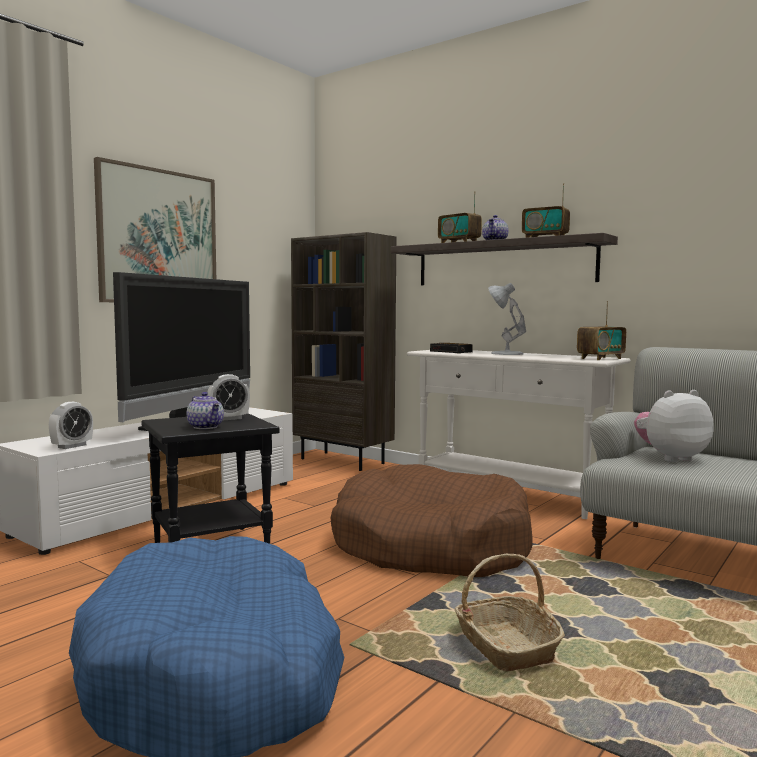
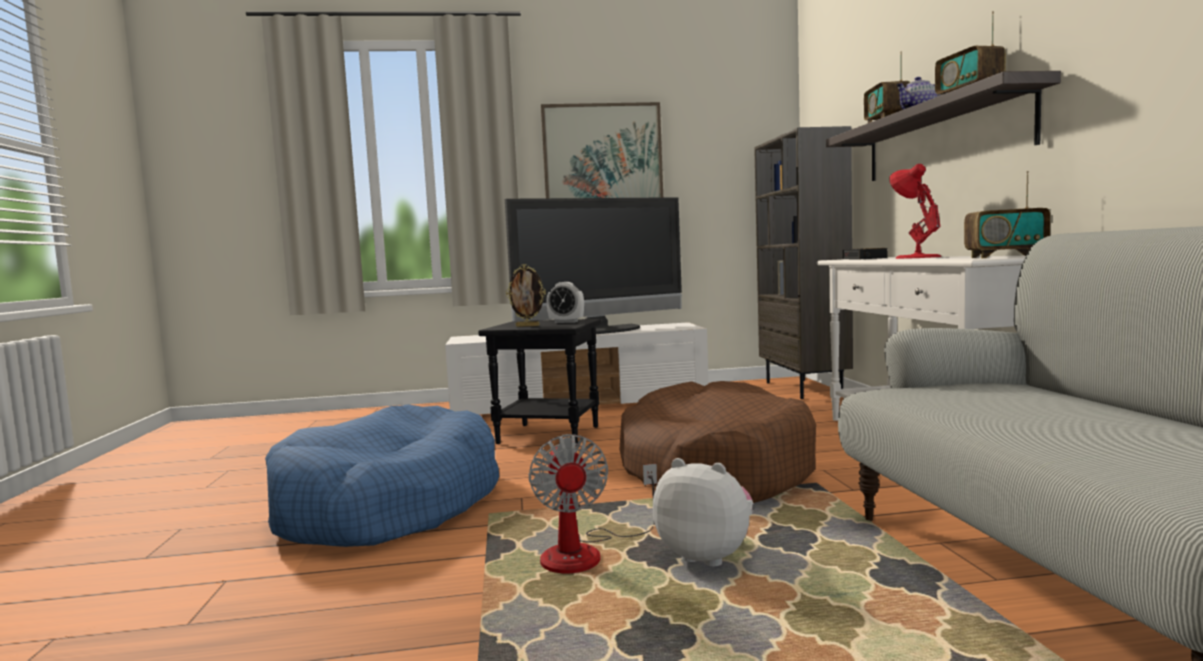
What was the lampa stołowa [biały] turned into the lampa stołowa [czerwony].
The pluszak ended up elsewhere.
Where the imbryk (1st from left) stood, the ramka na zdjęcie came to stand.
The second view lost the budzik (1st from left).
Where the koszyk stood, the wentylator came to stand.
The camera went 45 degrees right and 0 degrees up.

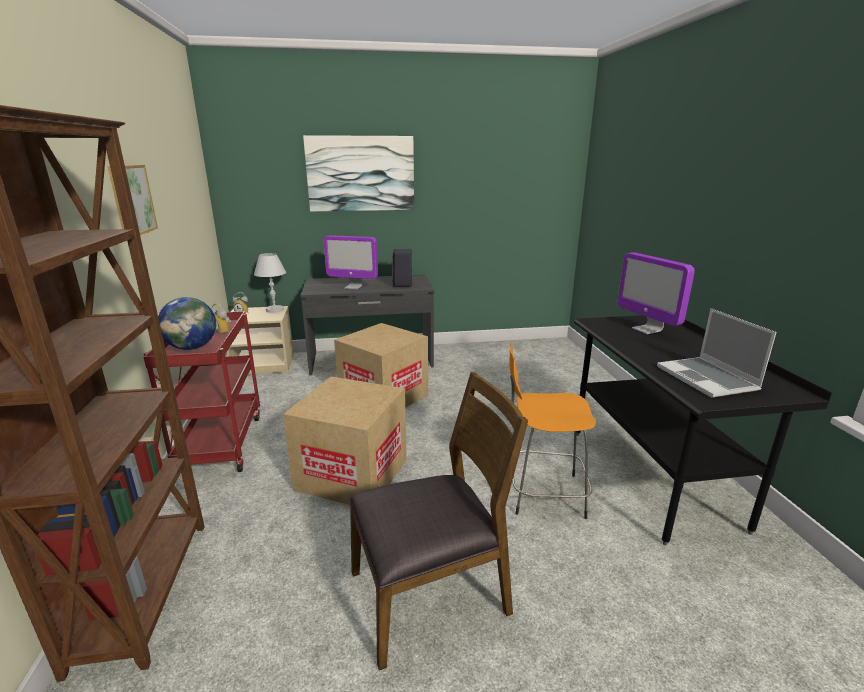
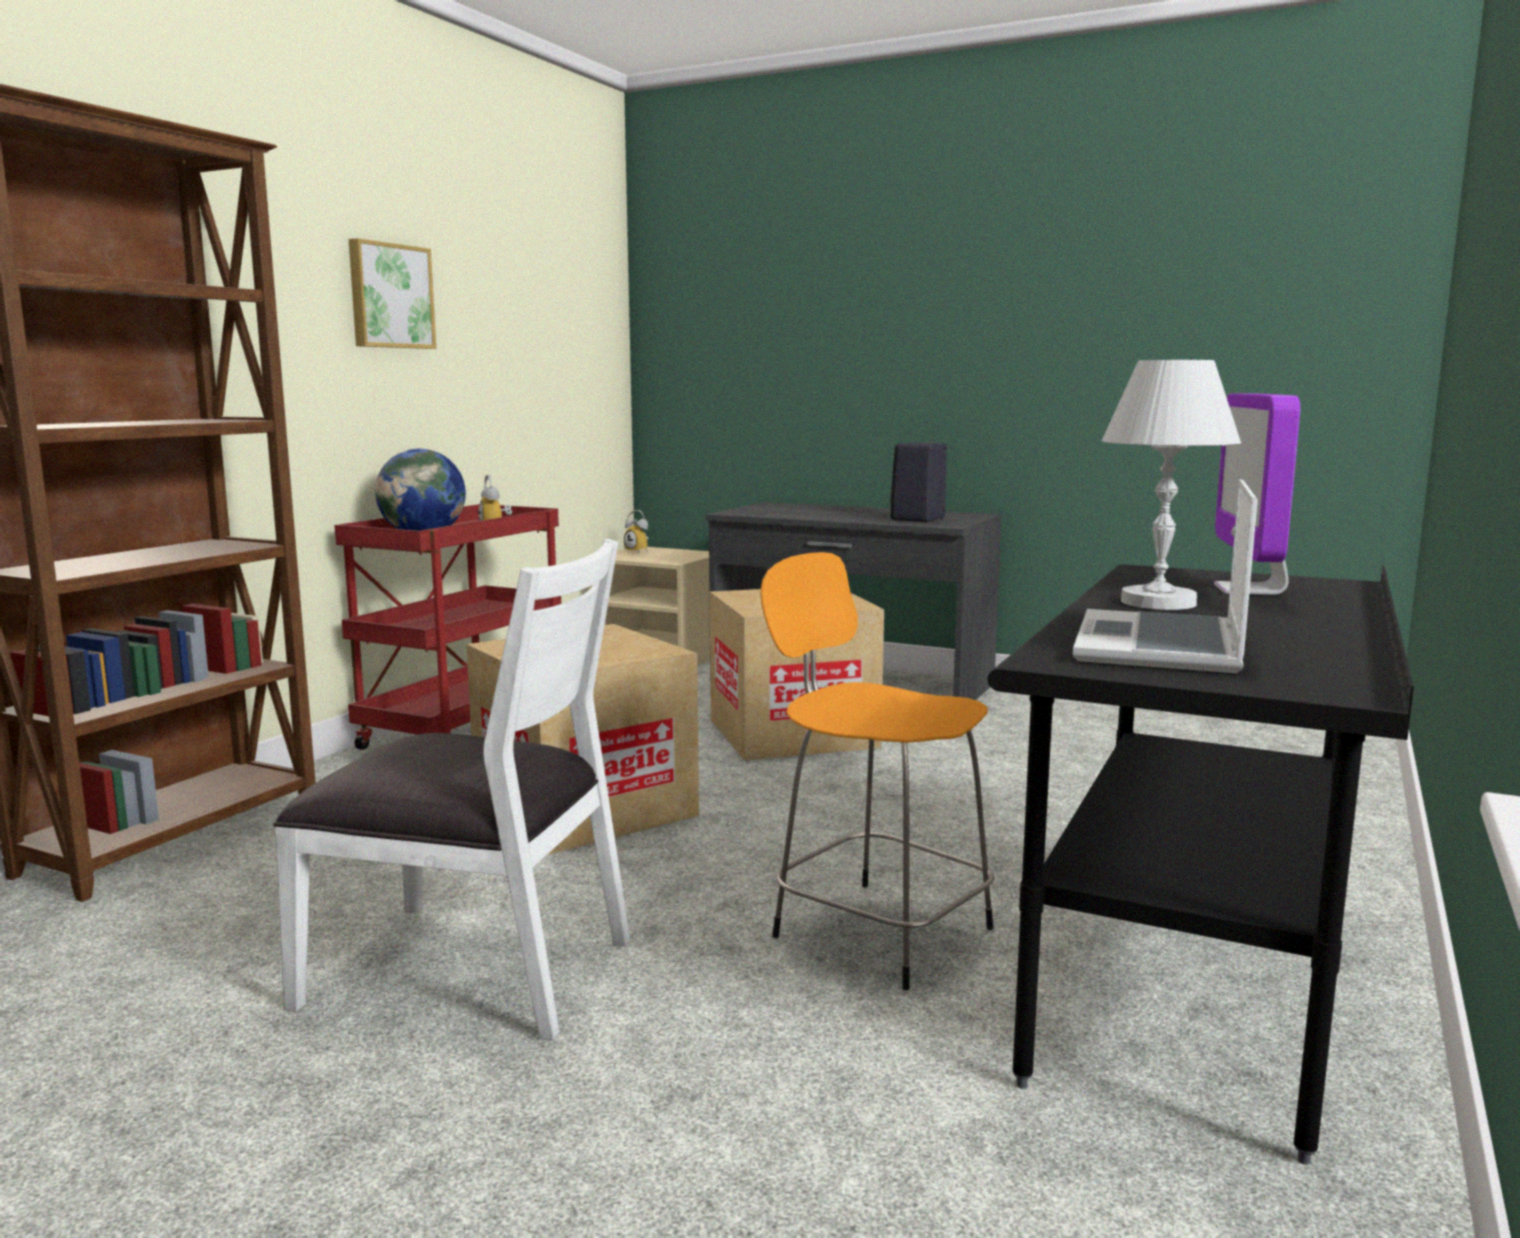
The second view lost the obraz (2nd from left).
The second view lost the monitor (1st from left).
The lampa stołowa [biały] ended up elsewhere.
What was the krzesło [brązowy] turned into the krzesło [biały].
The camera went 35 degrees right and 10 degrees down.

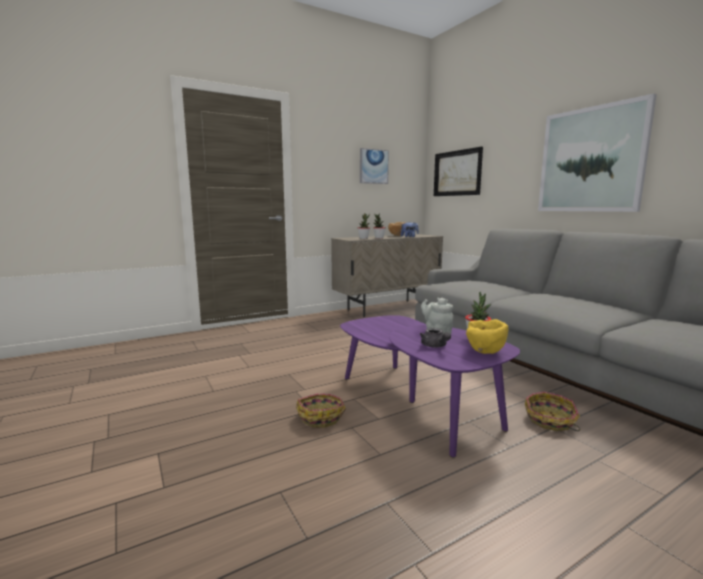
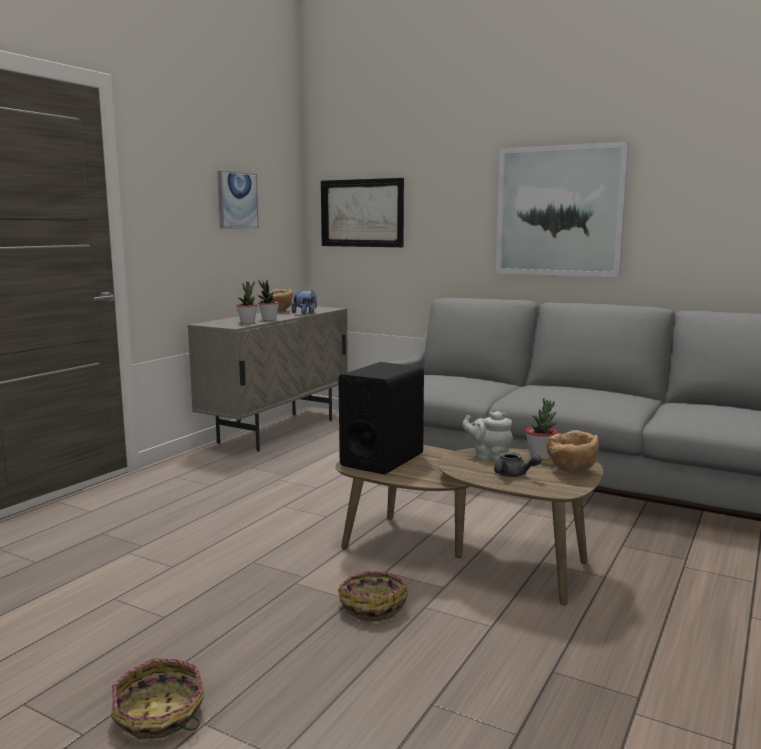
What was the ława [fioletowy] turned into the ława [brązowy].
What was the miska [żółty] turned into the miska [brązowy] (2nd from left).
The koszyk (2nd from left in the first image) ended up elsewhere.
The second view gained the głośnik [czarny].
The camera went 30 degrees left and 0 degrees up.

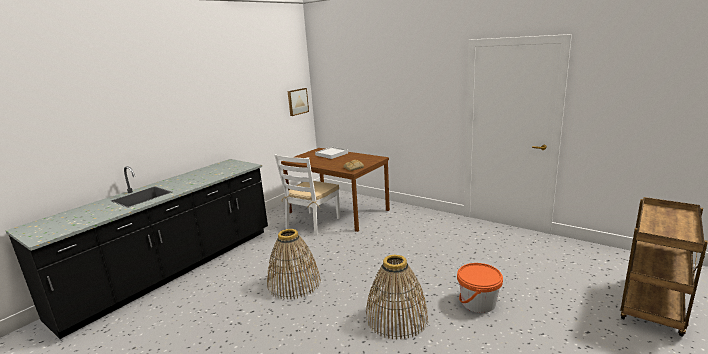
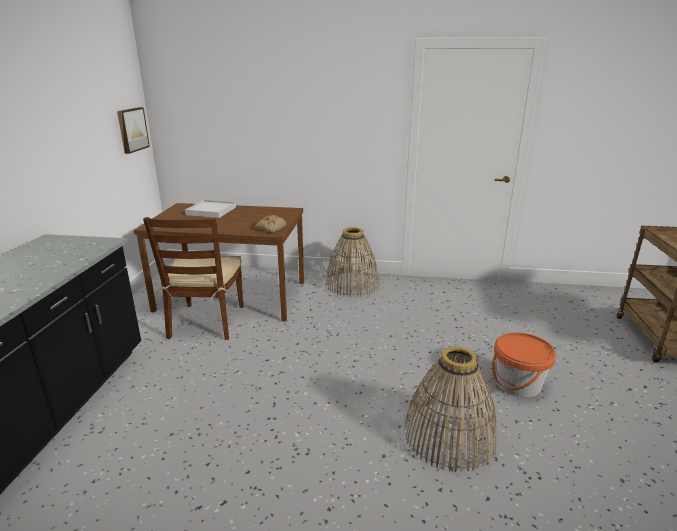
What was the krzesło [biały] turned into the krzesło [brązowy].
The koszyk (1st from left) ended up elsewhere.
The camera went 30 degrees left and 5 degrees up.

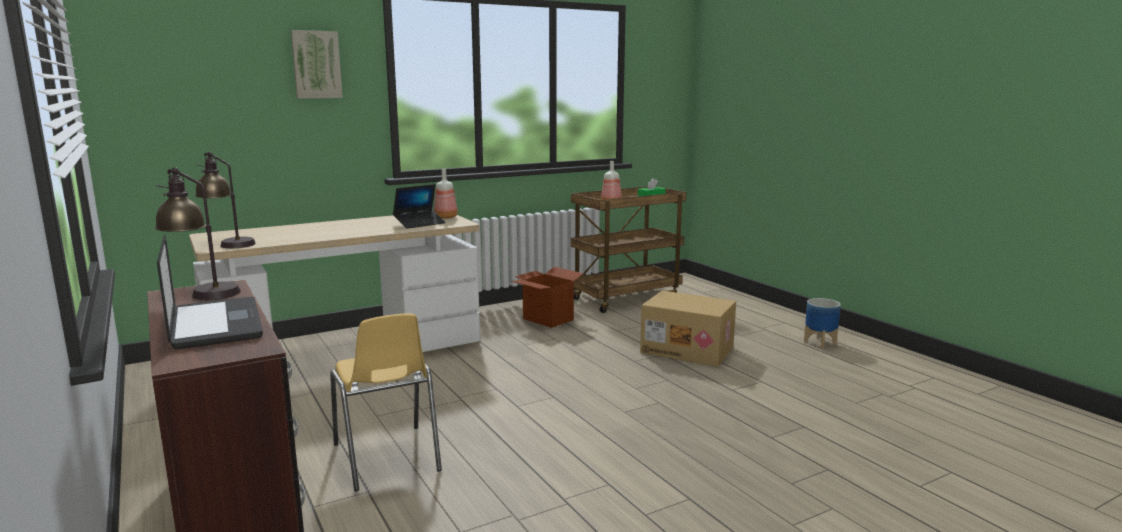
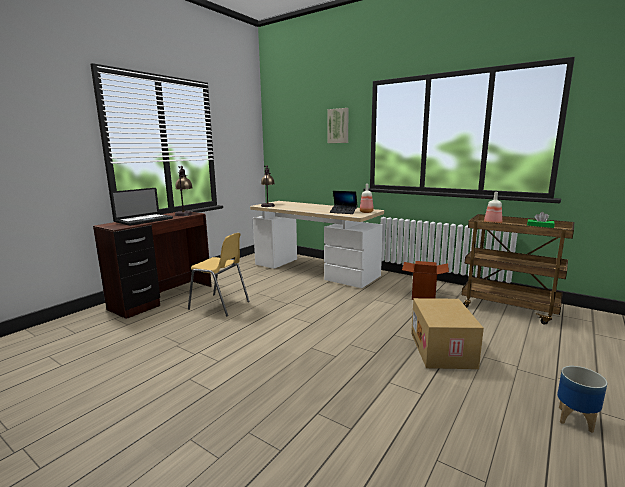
The krzesło [żółty] ended up facing another way, 105 degrees counterclockwise from before.
The camera went 65 degrees right and 0 degrees up.

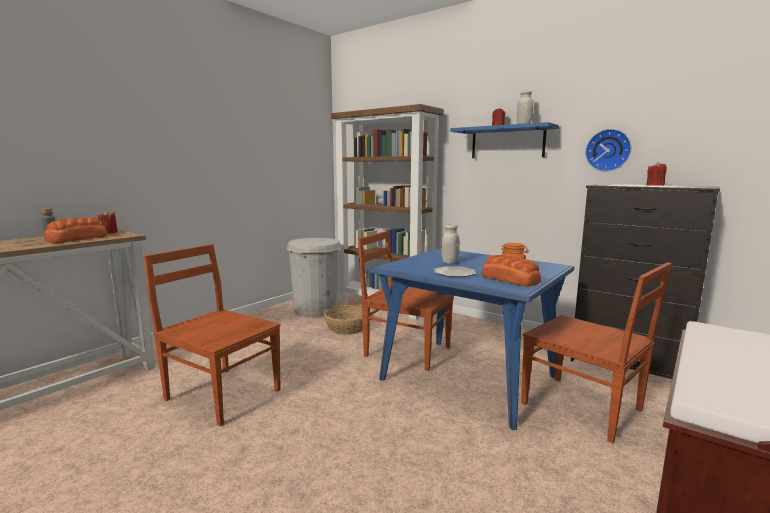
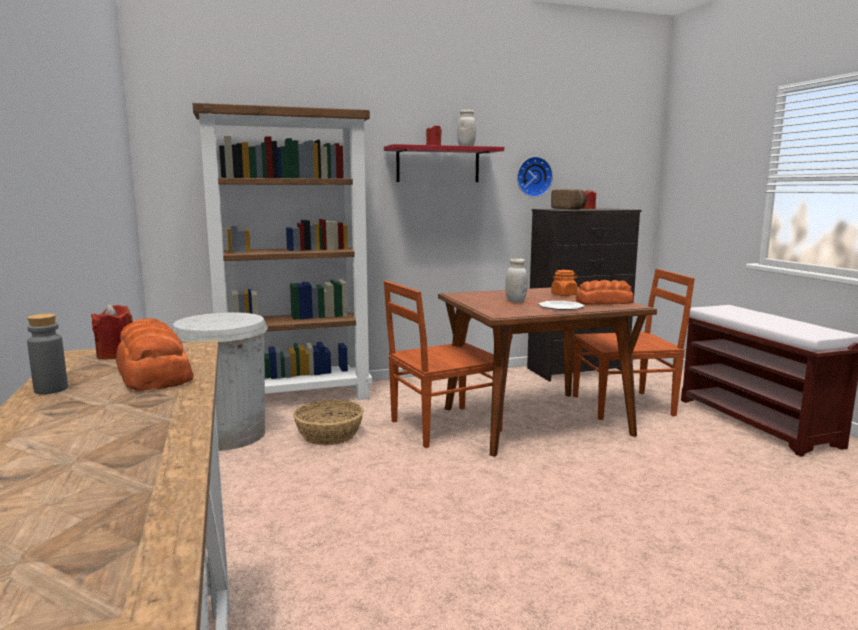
What was the półka [niebieski] turned into the półka [czerwony].
The second view lost the krzesło [brązowy] (1st from left).
What was the stół jadalny [niebieski] turned into the stół jadalny [brązowy].
The second view gained the chleb (2nd from left).
The camera went 55 degrees left and 0 degrees up.

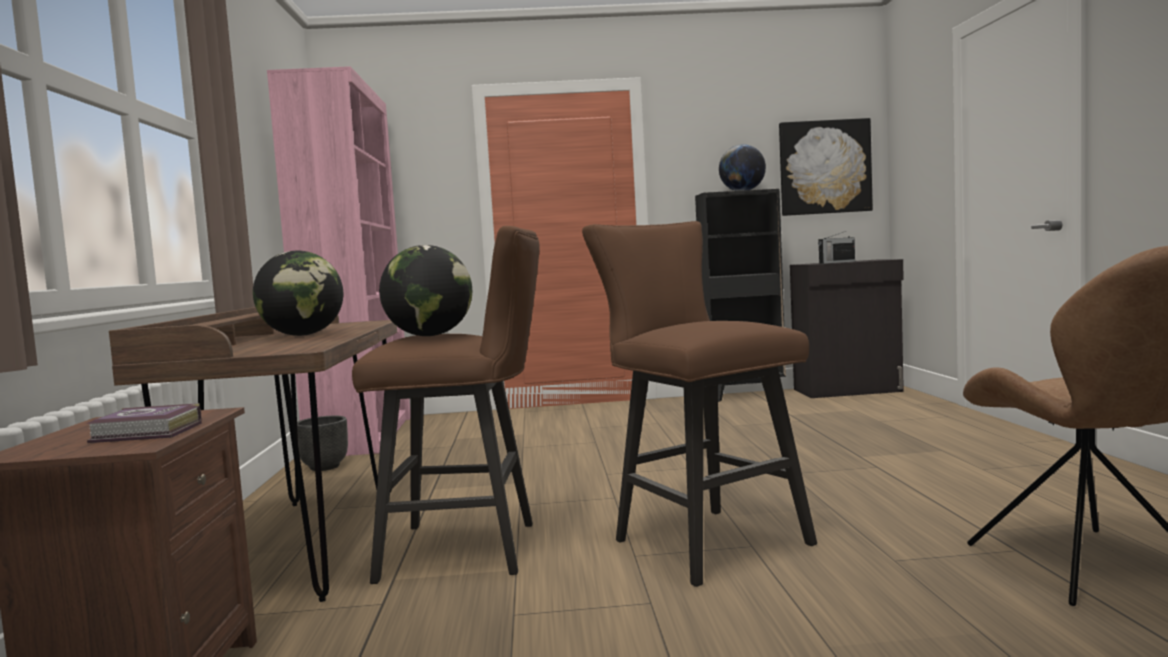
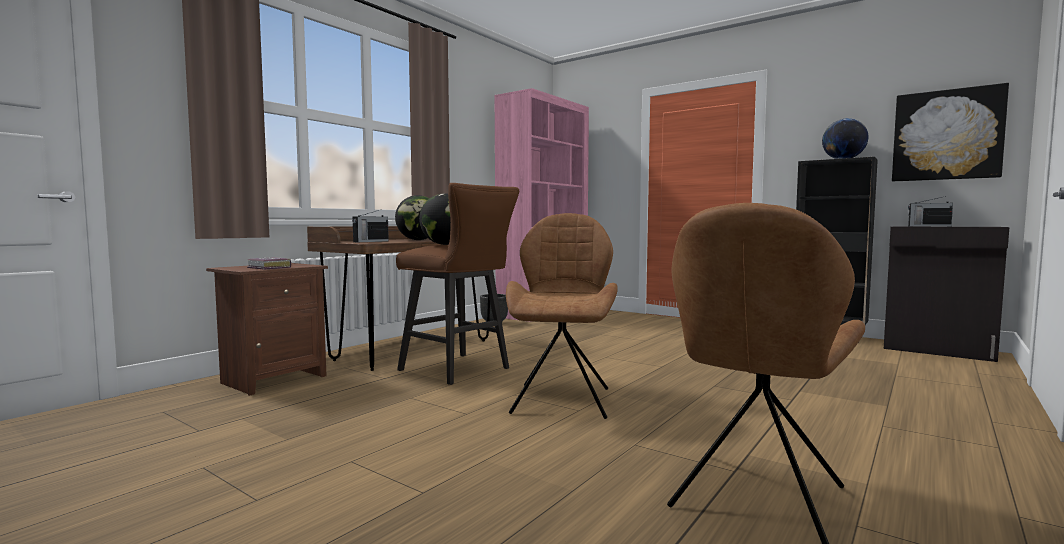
Where the stołek [brązowy] (2nd from left) stood, the krzesło [brązowy] (1st from left) came to stand.
The second view gained the radio (1st from left).
The camera went 40 degrees right and 0 degrees up.

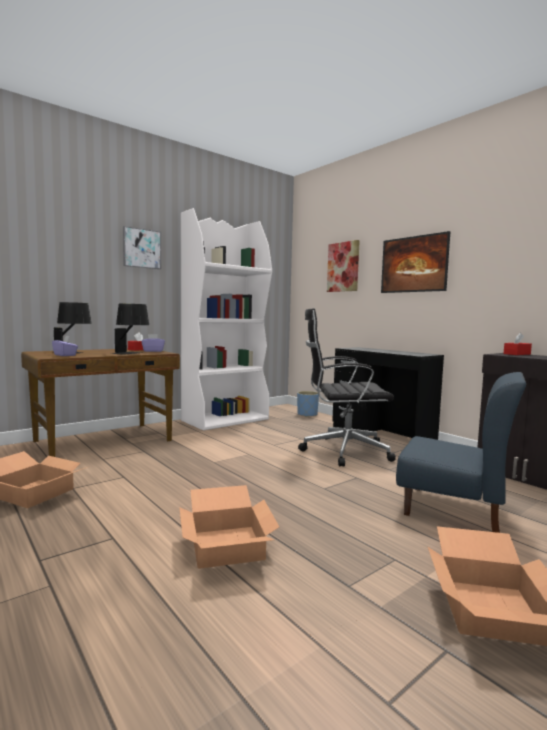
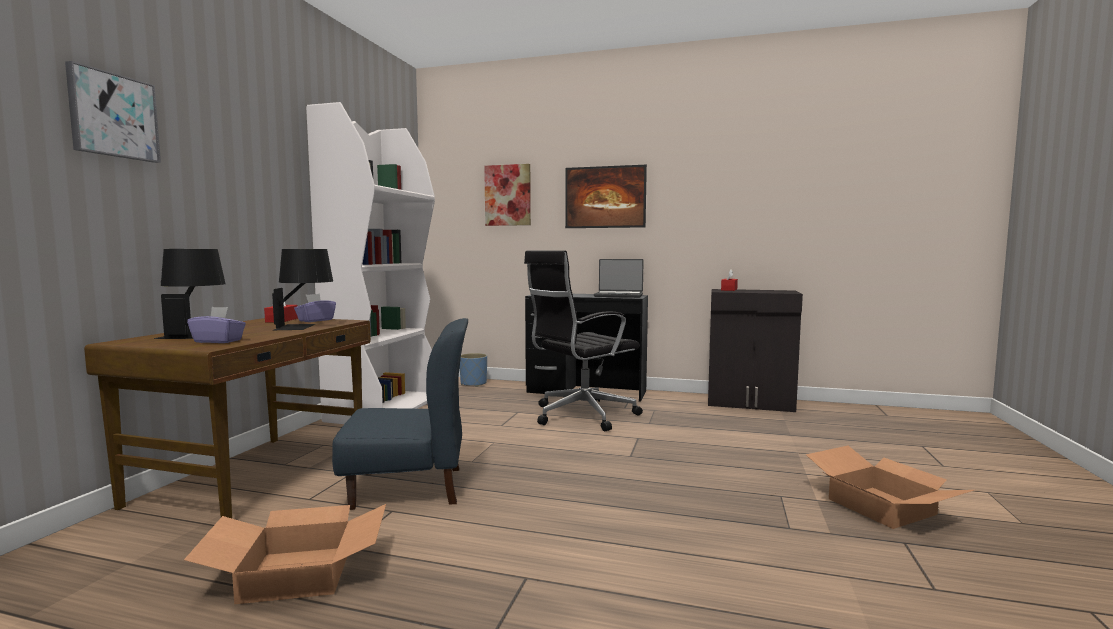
The obraz (1st from left) ended up elsewhere.
The krzesło [niebieski] ended up elsewhere.
The second view lost the karton (2nd from left).
The second view gained the laptop.
The camera went 35 degrees left and 0 degrees up.

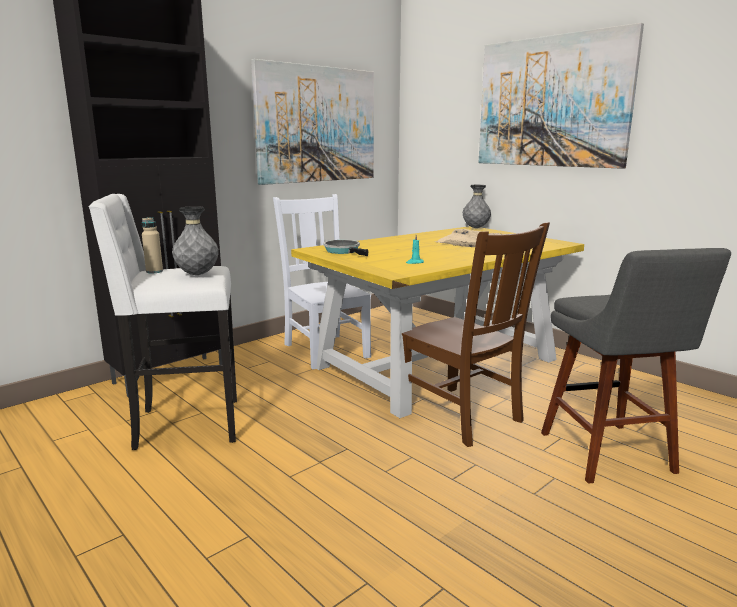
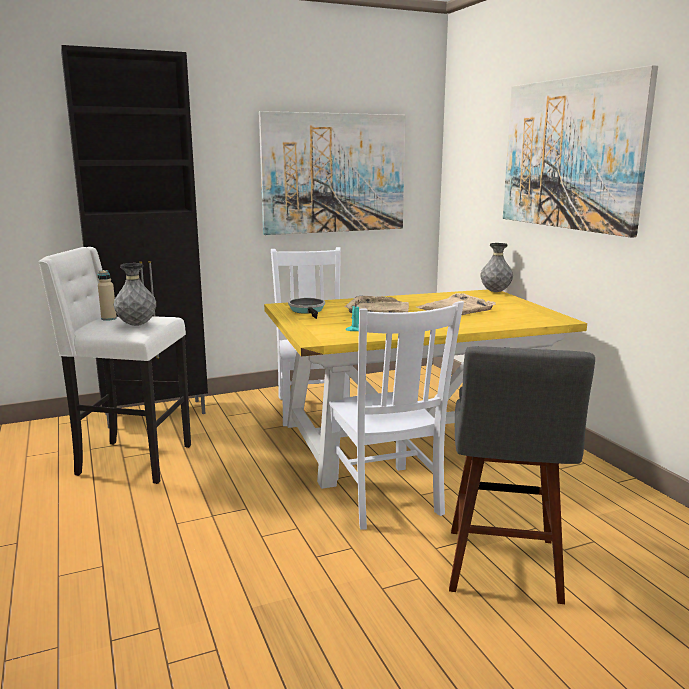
What was the krzesło [brązowy] turned into the krzesło [biały] (2nd from left).
The second view gained the taca [beżowy] (1st from left).
The camera went 20 degrees right and 0 degrees up.

